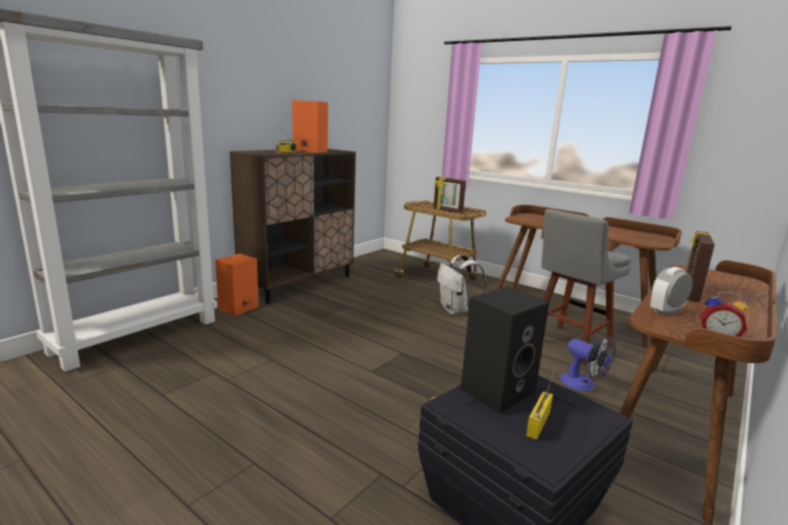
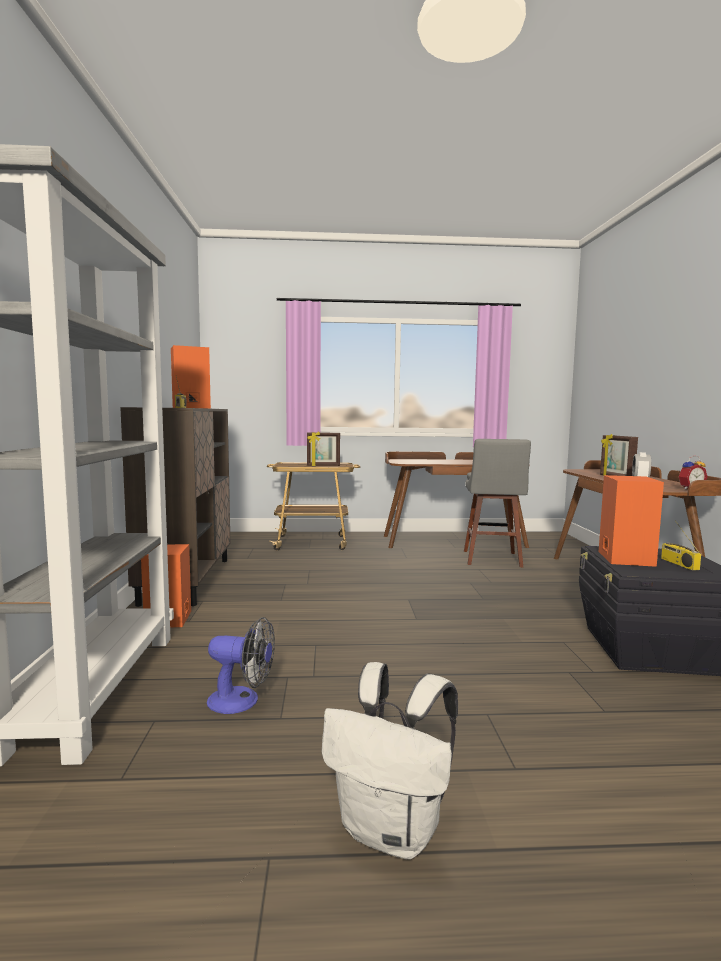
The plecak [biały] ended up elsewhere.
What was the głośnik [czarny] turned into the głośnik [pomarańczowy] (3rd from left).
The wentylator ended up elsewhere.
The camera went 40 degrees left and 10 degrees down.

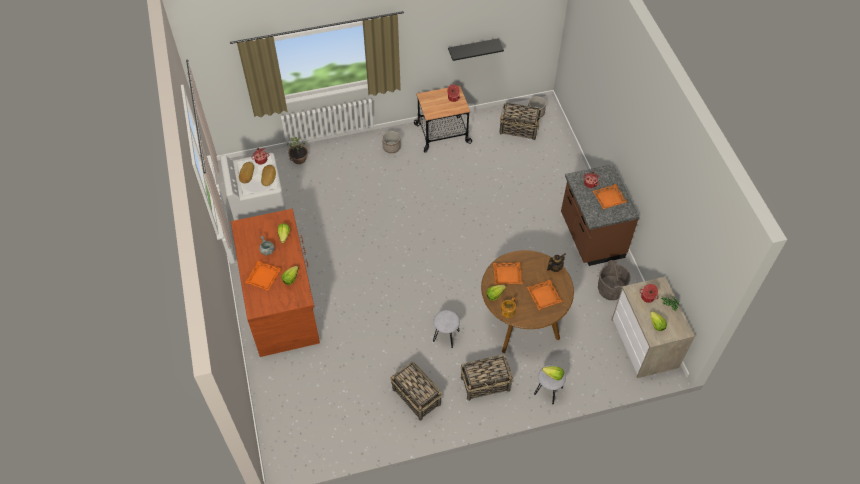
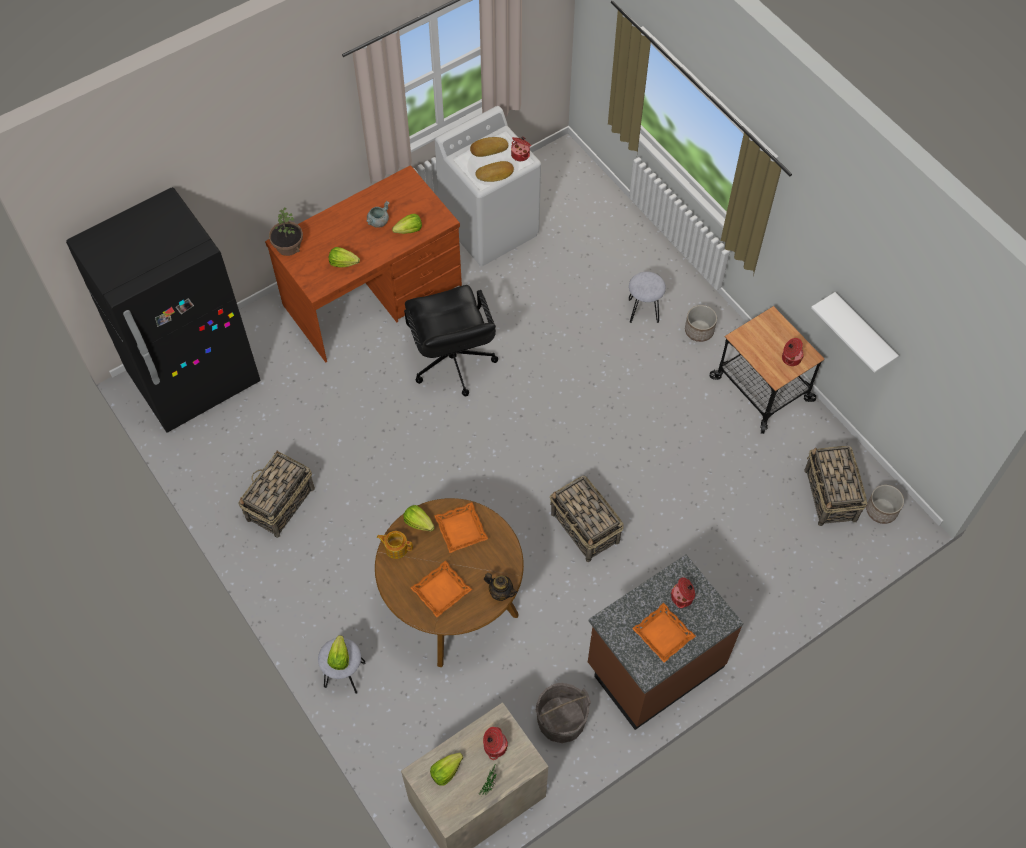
What was the półka [czarny] turned into the półka [biały].
The roślina doniczkowa (1st from left) ended up elsewhere.
The second view lost the taca [pomarańczowy] (1st from left).
The stołek [szary] (1st from left in the first image) ended up elsewhere.
The koszyk (2nd from left) ended up elsewhere.
The second view gained the lodówka [czarny].
The second view gained the krzesło biurowe [czarny].
The camera went 70 degrees right and 5 degrees up.

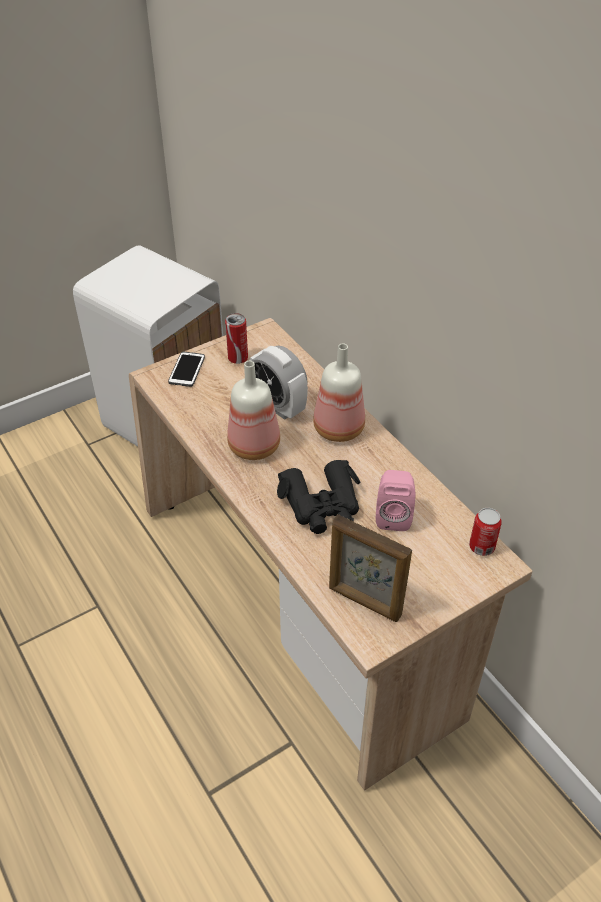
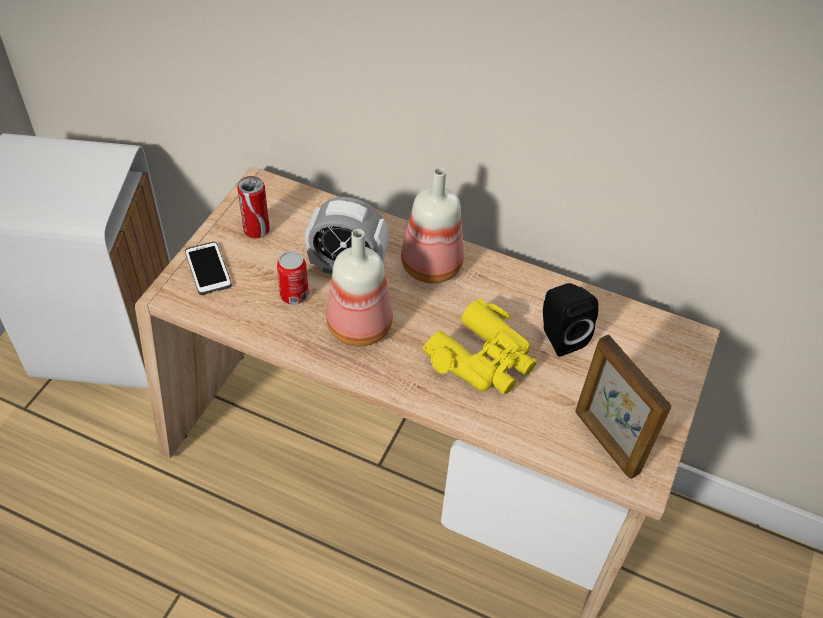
What was the lornetka [czarny] turned into the lornetka [żółty].
What was the głośnik [różowy] turned into the głośnik [czarny].
The puszka (2nd from left) ended up elsewhere.
The ramka na zdjęcie ended up facing another way, 60 degrees clockwise from before.
The camera went 35 degrees left and 5 degrees up.

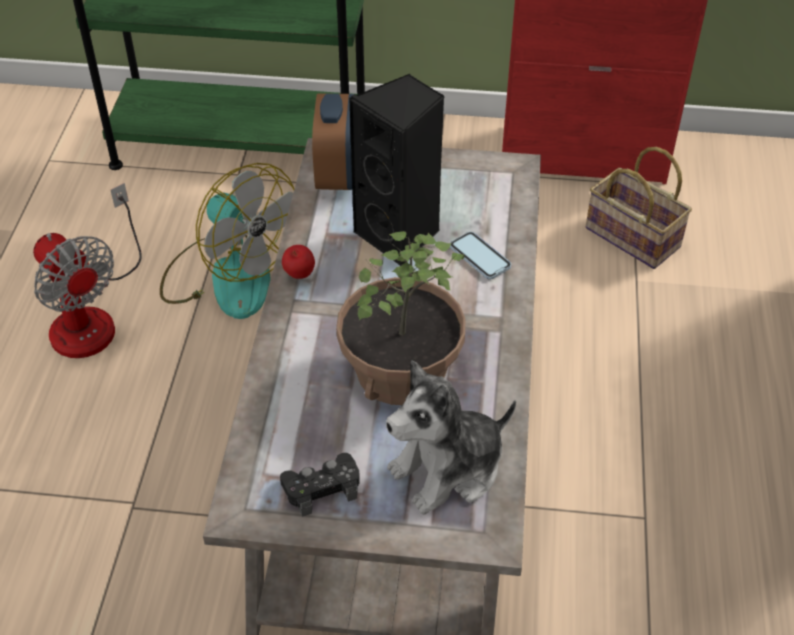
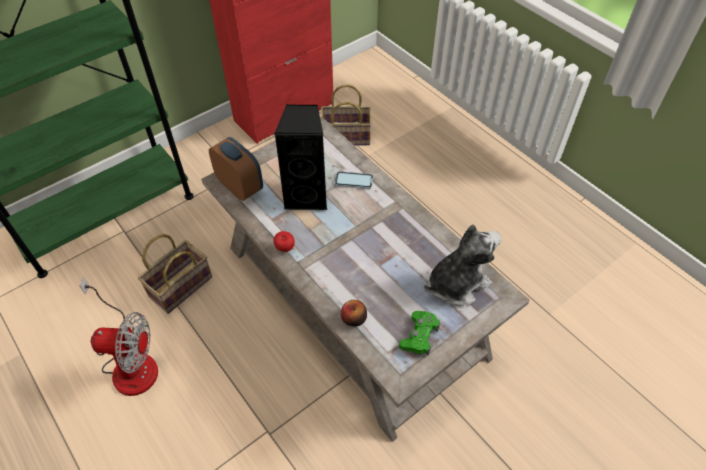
Where the wentylator (2nd from left) stood, the koszyk (1st from left) came to stand.
The second view lost the roślina doniczkowa.
The pluszak ended up facing another way, 135 degrees counterclockwise from before.
What was the pad do gier [czarny] turned into the pad do gier [zielony].
The second view gained the jabłko (2nd from left).
The camera went 45 degrees left and 5 degrees up.

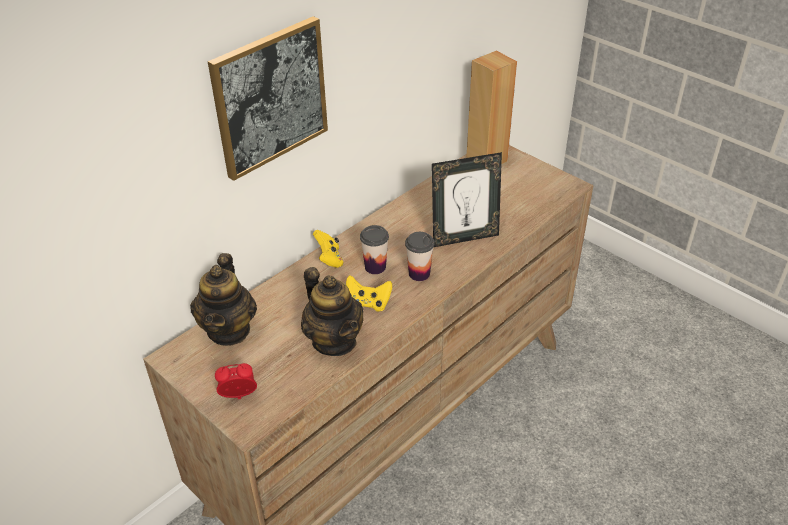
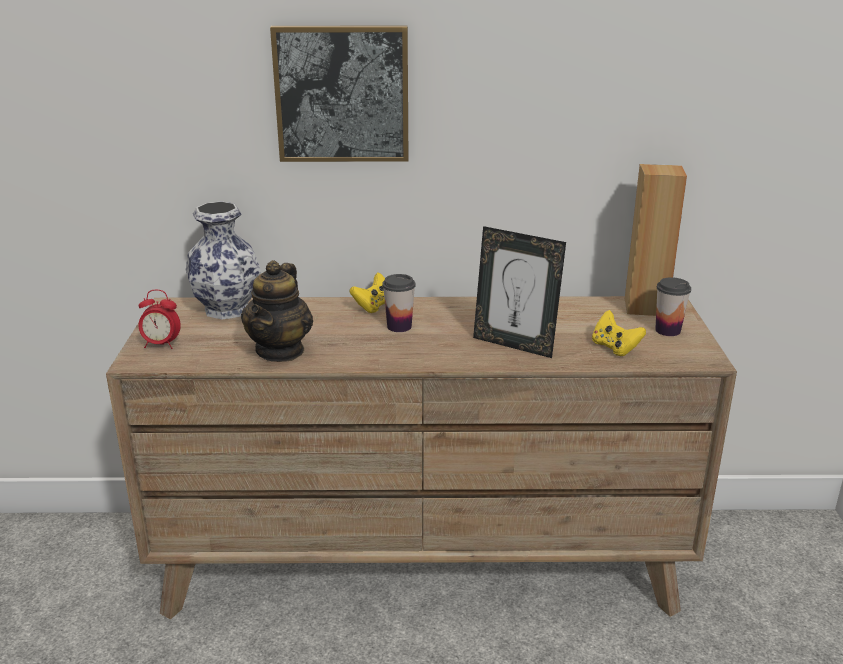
The filiżanka (2nd from left) ended up elsewhere.
Where the imbryk (1st from left) stood, the wazon came to stand.
The pad do gier [żółty] (2nd from left) ended up elsewhere.
The budzik ended up facing another way, 150 degrees clockwise from before.
The camera went 45 degrees right and 15 degrees down.

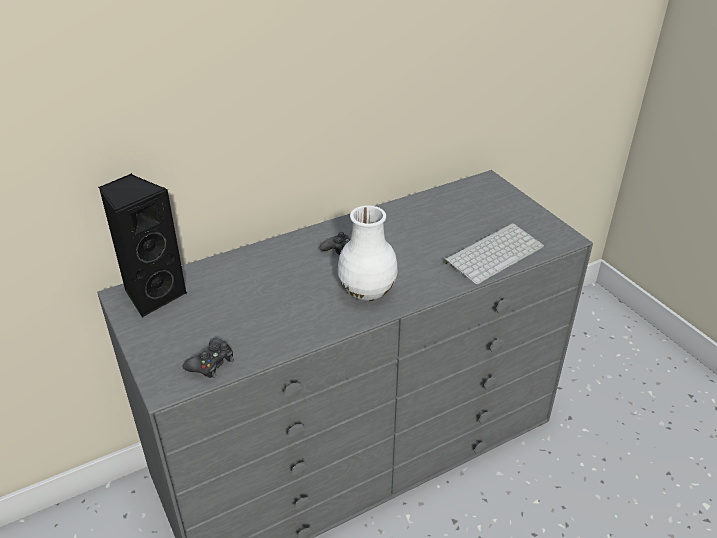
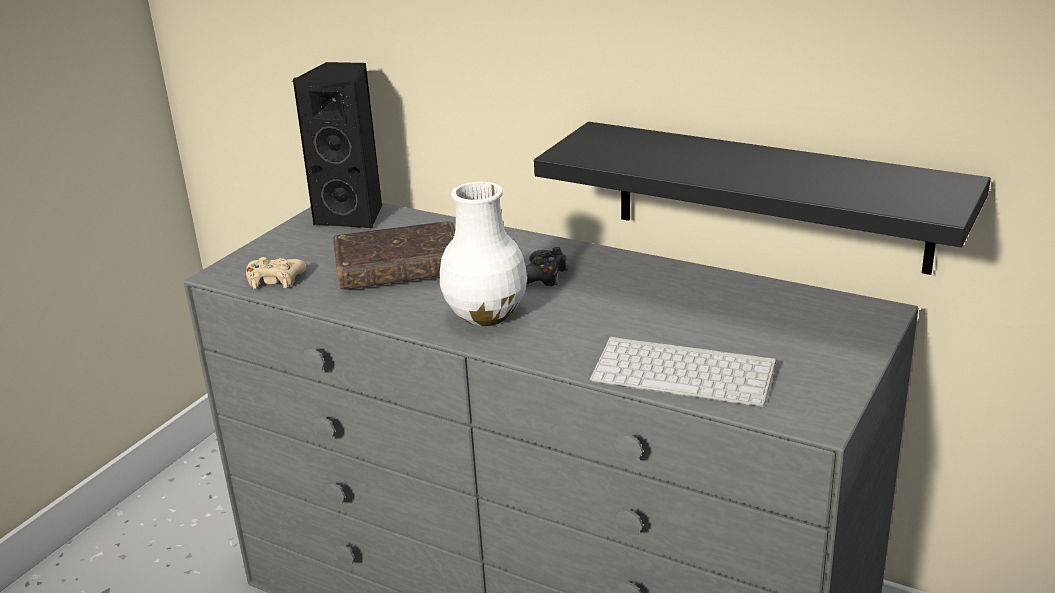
What was the pad do gier [czarny] (1st from left) turned into the pad do gier [beżowy].
The second view gained the półka [czarny].
The second view gained the książka [brązowy].
The camera went 60 degrees right and 10 degrees down.

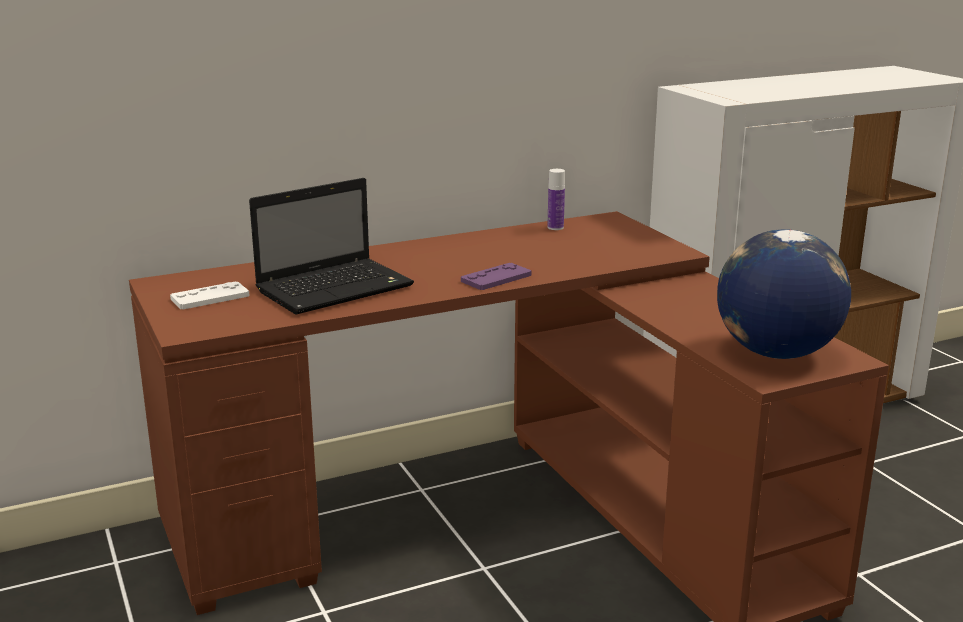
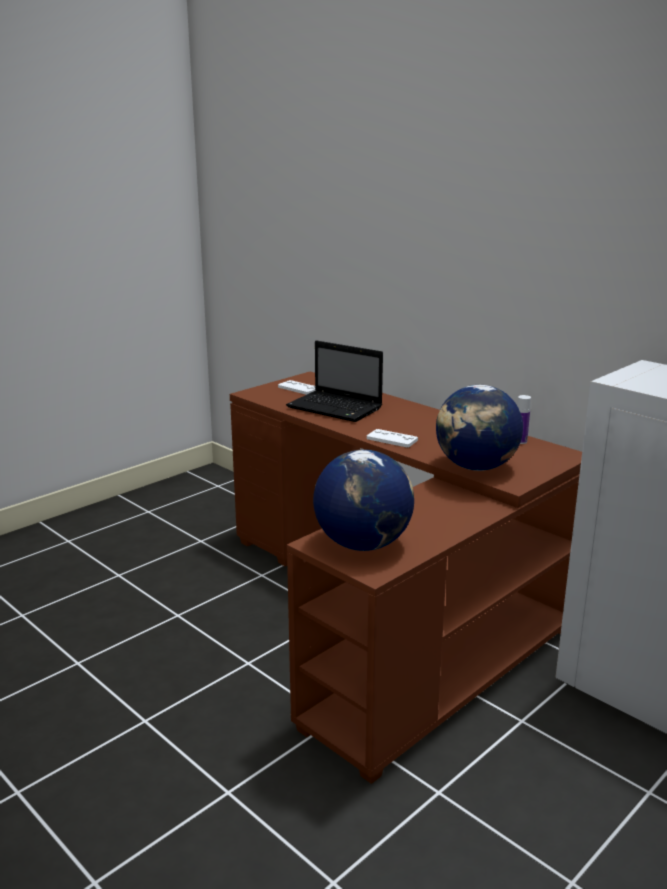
What was the pad do gier [fioletowy] turned into the pad do gier [biały] (2nd from left).
The second view gained the globus (2nd from left).
The camera went 70 degrees right and 0 degrees up.

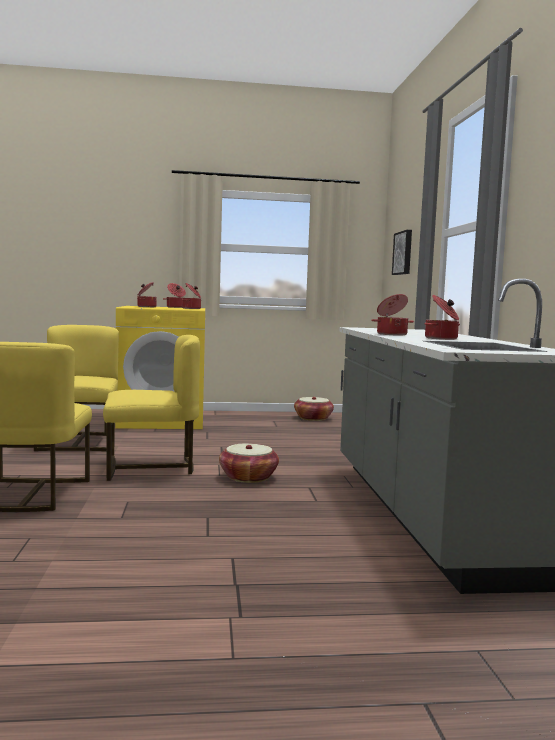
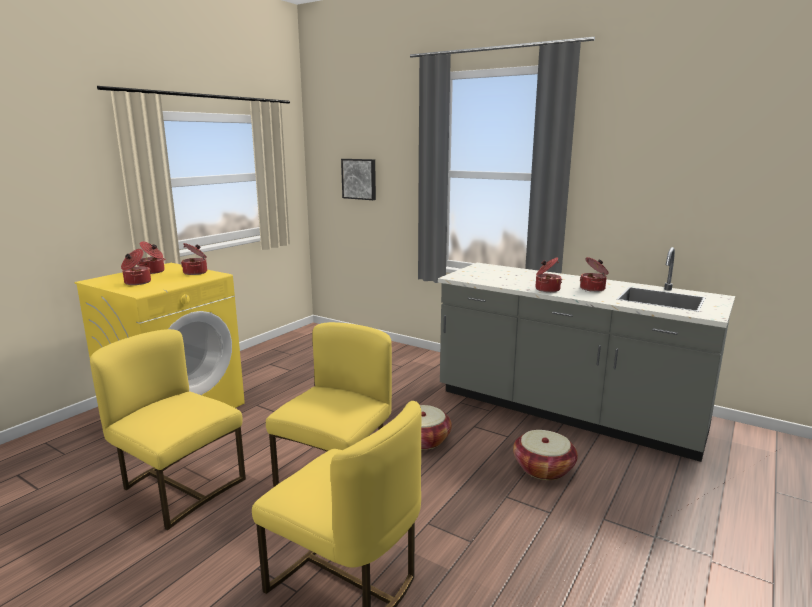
The koszyk (2nd from left) ended up elsewhere.
The camera went 50 degrees left and 10 degrees up.

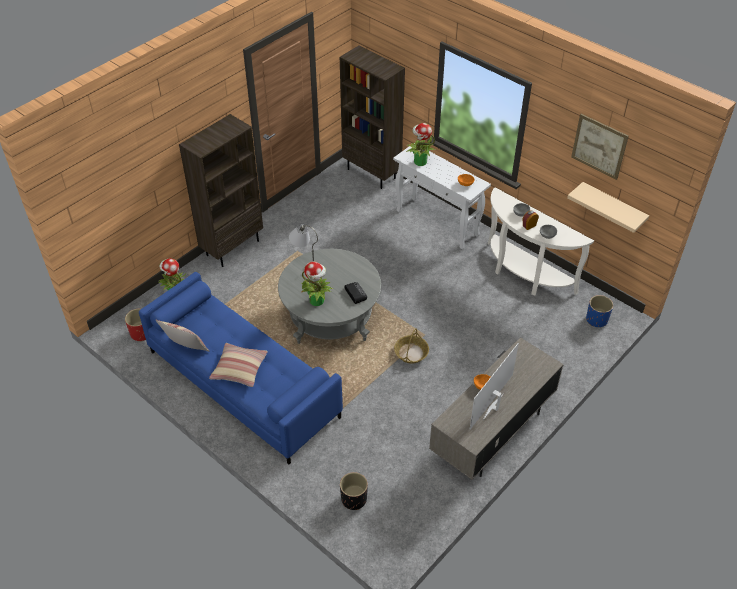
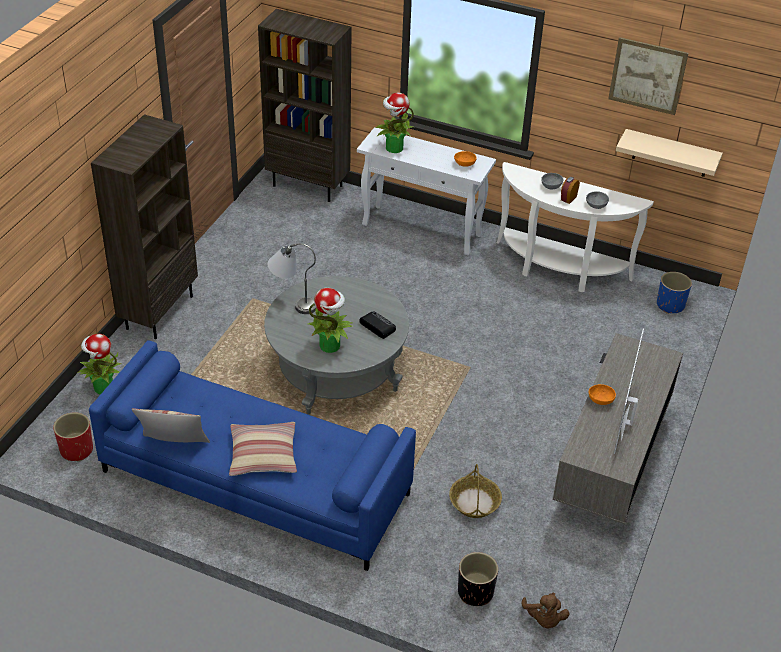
The koszyk ended up elsewhere.
The second view gained the pluszak [brązowy].
The camera went 20 degrees left and 5 degrees down.

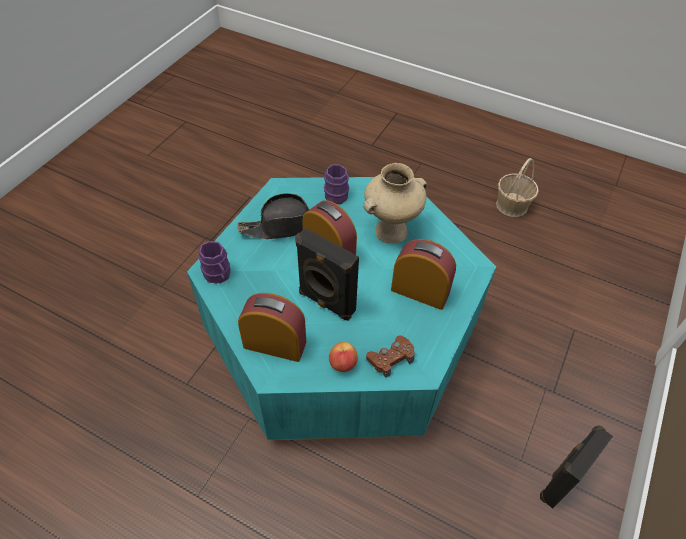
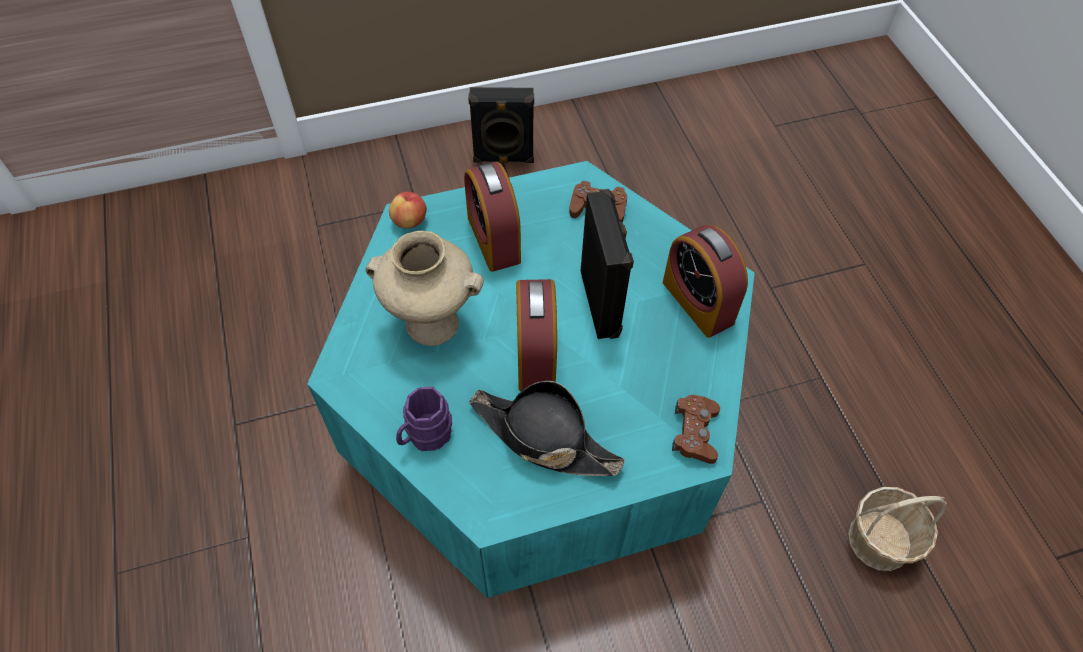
The koszyk ended up elsewhere.
Where the kubek [fioletowy] (1st from left) stood, the pad do gier [brązowy] (2nd from left) came to stand.
The jabłko ended up elsewhere.
The camera went 135 degrees left and 5 degrees up.

